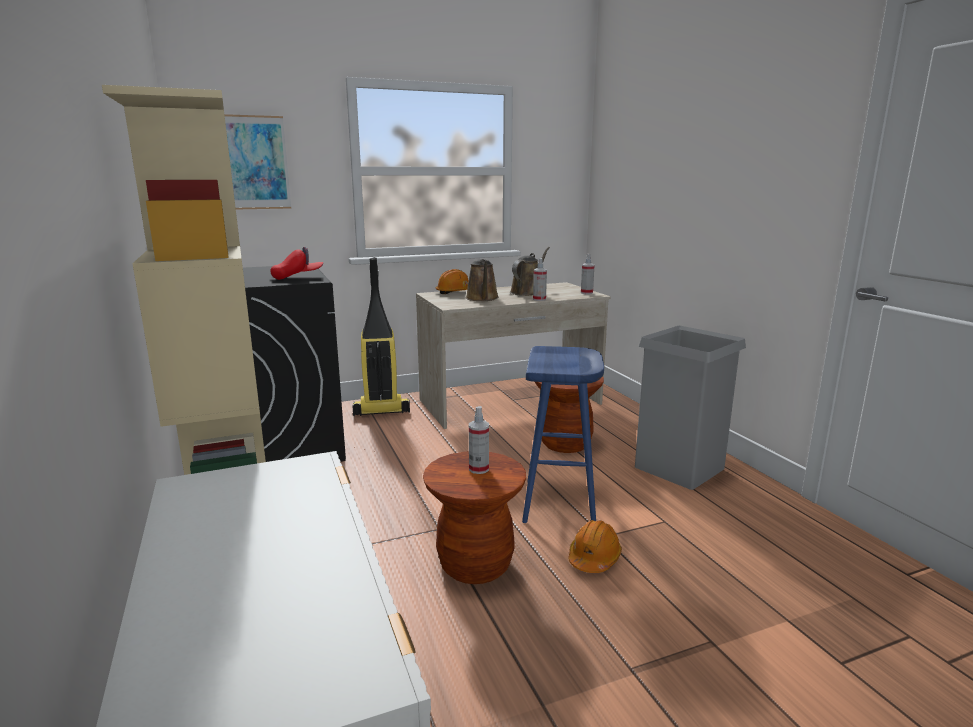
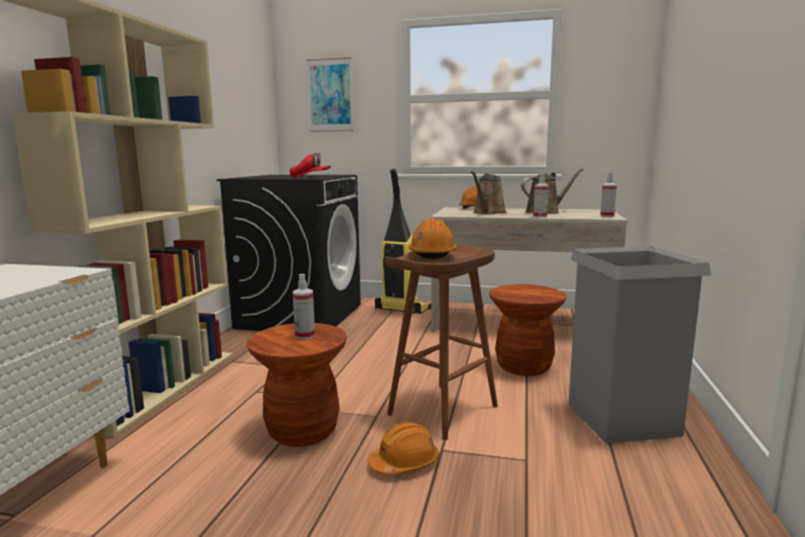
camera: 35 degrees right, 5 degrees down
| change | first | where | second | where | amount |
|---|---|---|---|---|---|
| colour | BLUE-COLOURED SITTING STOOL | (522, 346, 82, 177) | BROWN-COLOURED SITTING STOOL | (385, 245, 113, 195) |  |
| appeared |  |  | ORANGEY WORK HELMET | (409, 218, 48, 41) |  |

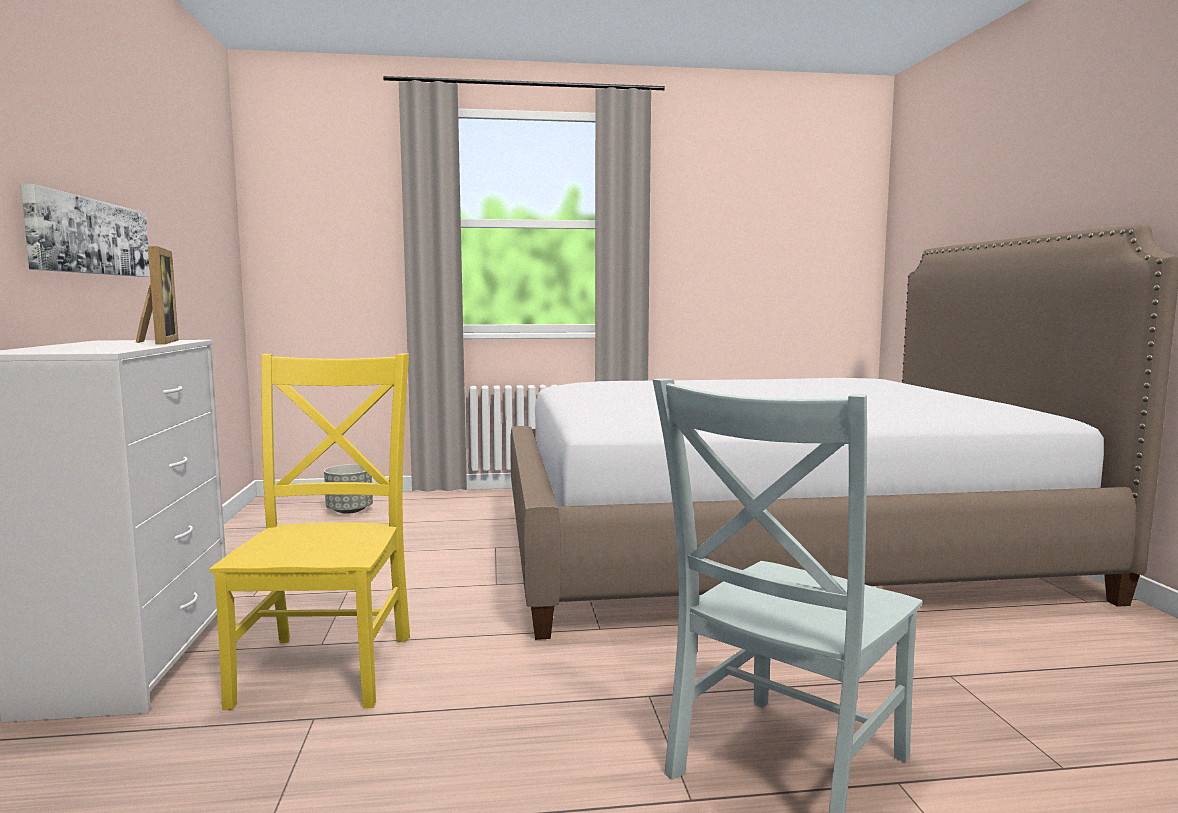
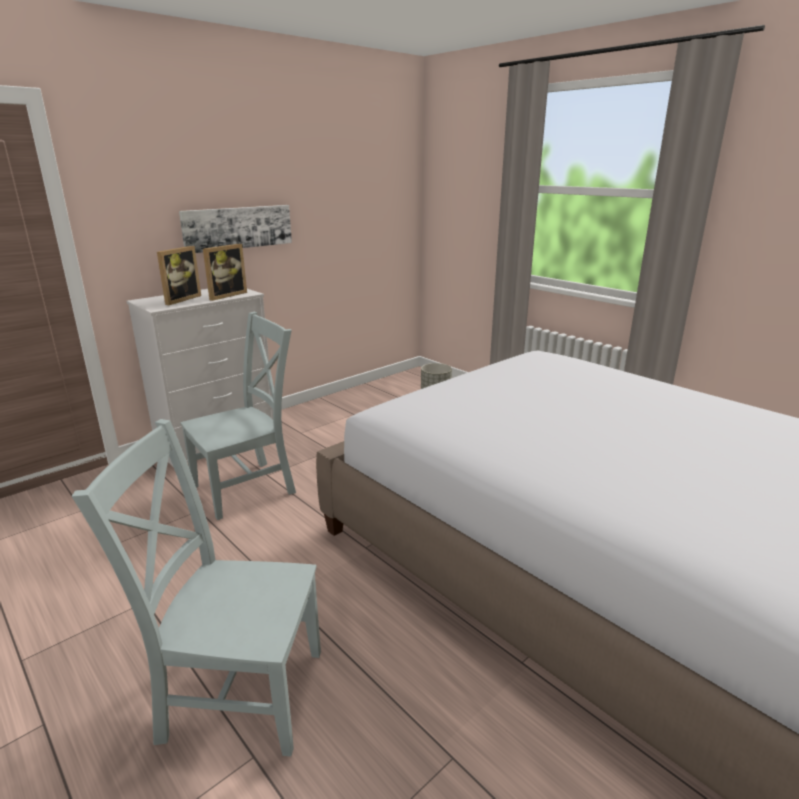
camera: 55 degrees right, 15 degrees up
| change | first | where | second | where | amount |
|---|---|---|---|---|---|
| appeared |  |  | PICTURE FRAME | (157, 246, 44, 59) |  |
| colour | YELLOW PLAIN CHAIR | (209, 353, 201, 357) | GREYISH PLAIN CHAIR | (180, 312, 116, 208) |  |

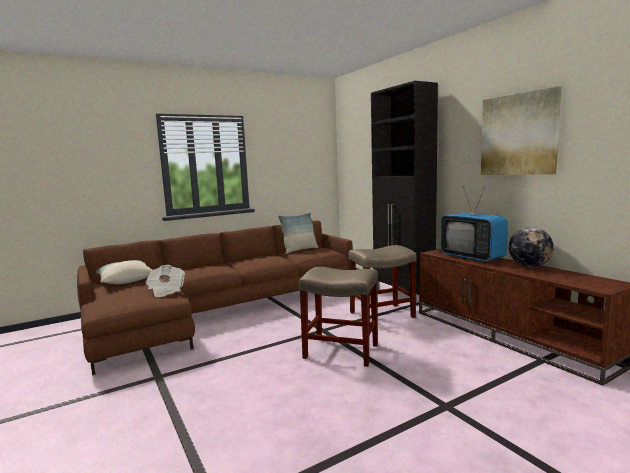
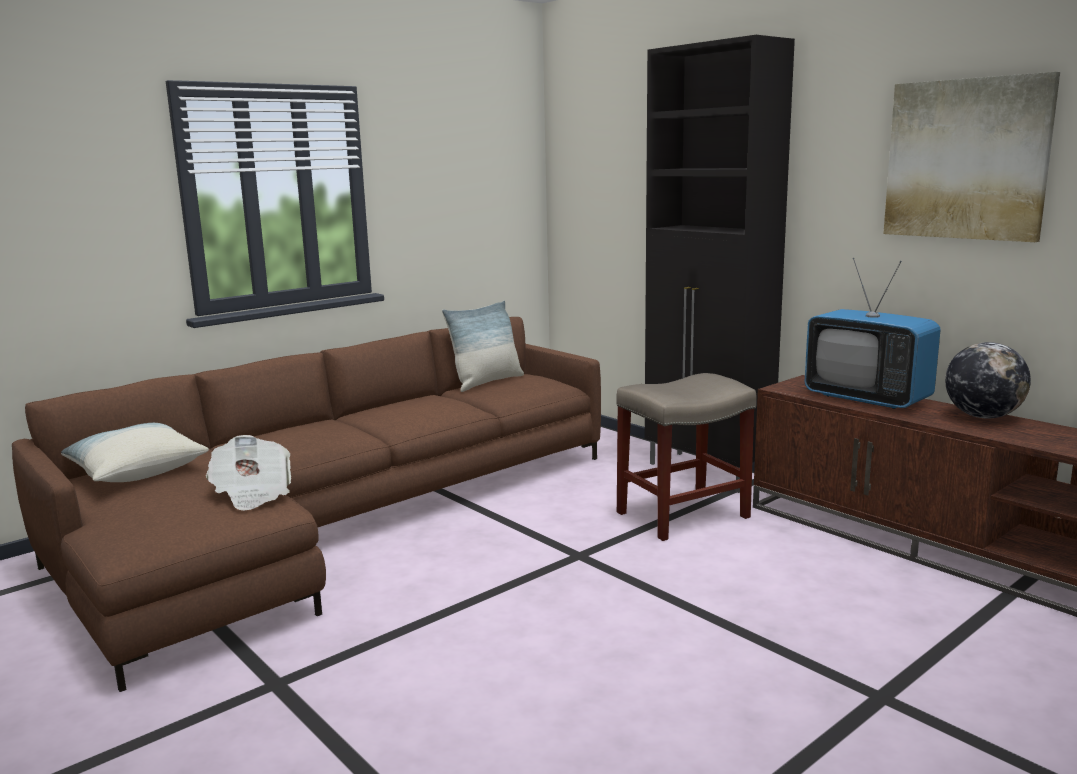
camera: 10 degrees left, 5 degrees up
| change | first | where | second | where | amount |
|---|---|---|---|---|---|
| missing | BEIGE-COLOURED SITTING STOOL | (299, 267, 79, 100) |  |  |  |

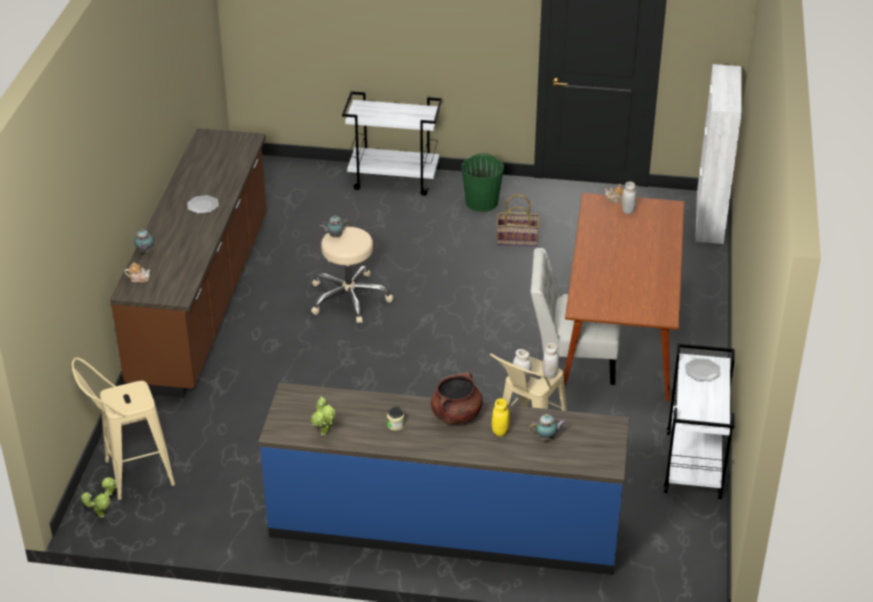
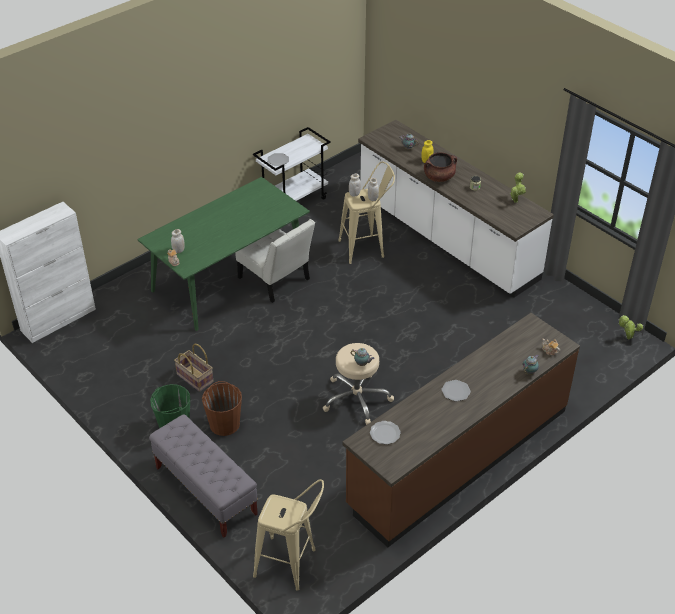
camera: 140 degrees left, 5 degrees up
| change | first | where | second | where | amount |
|---|---|---|---|---|---|
| colour | BROWN-COLOURED DINING TABLE | (564, 193, 121, 208) | GREEN-COLOURED DINING TABLE | (137, 177, 173, 154) |  |
| exchanged | WHITE WHEELED CART | (342, 91, 100, 105) | GREYISH INDOOR BENCH | (149, 414, 109, 123) |  |
| appeared |  |  | BROWN-COLOURED BUCKET | (202, 381, 40, 55) |  |
| relocated | BEIGE-COLOURED SITTING STOOL | (72, 358, 103, 142) |  | (253, 479, 71, 112) |  |
| colour | BLUE-COLOURED COUNTER | (258, 383, 371, 192) | WHITE COUNTER | (358, 120, 196, 177) |  |
| appeared |  |  | PLATE | (370, 421, 31, 23) |  |

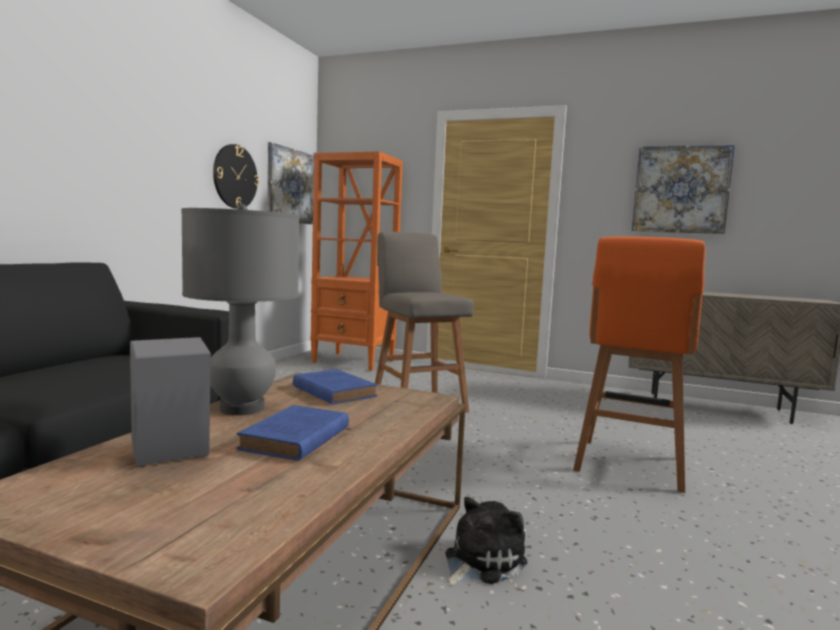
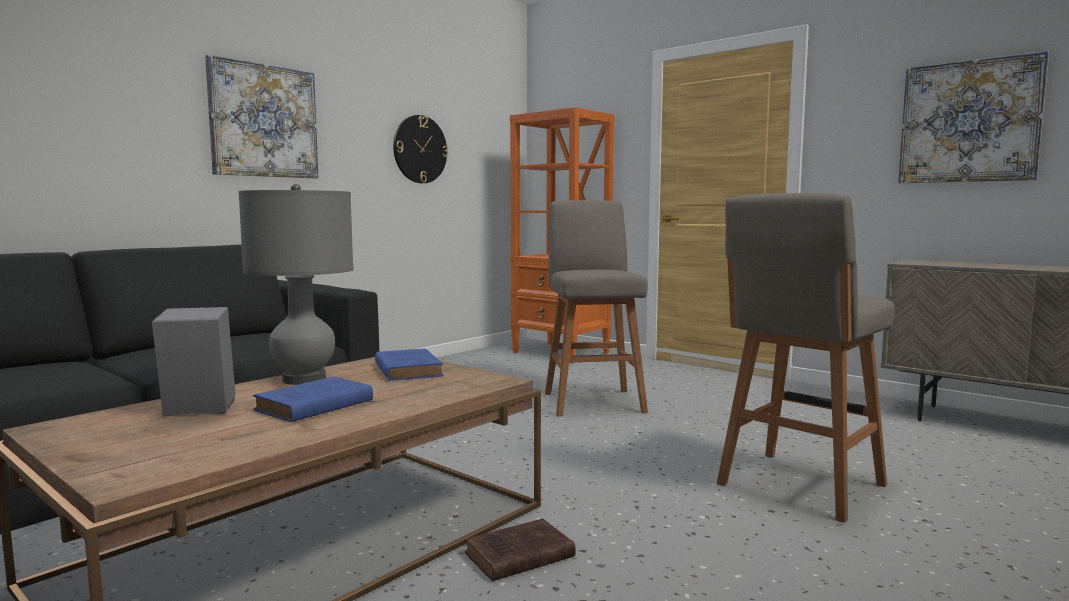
camera: 20 degrees right, 0 degrees up
| change | first | where | second | where | amount |
|---|---|---|---|---|---|
| relocated | WALL PICTURE | (268, 142, 46, 82) |  | (205, 54, 113, 124) |  |
| exchanged | CUDDLY TOY | (445, 497, 82, 90) | BROWN-COLOURED VOLUME | (465, 519, 111, 62) |  |
| colour | ORANGEY SITTING STOOL | (573, 236, 132, 257) | GREYISH SITTING STOOL | (717, 193, 178, 330) |  |

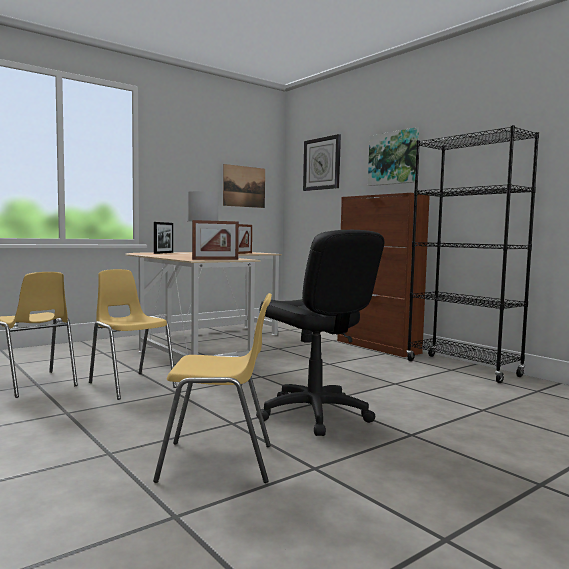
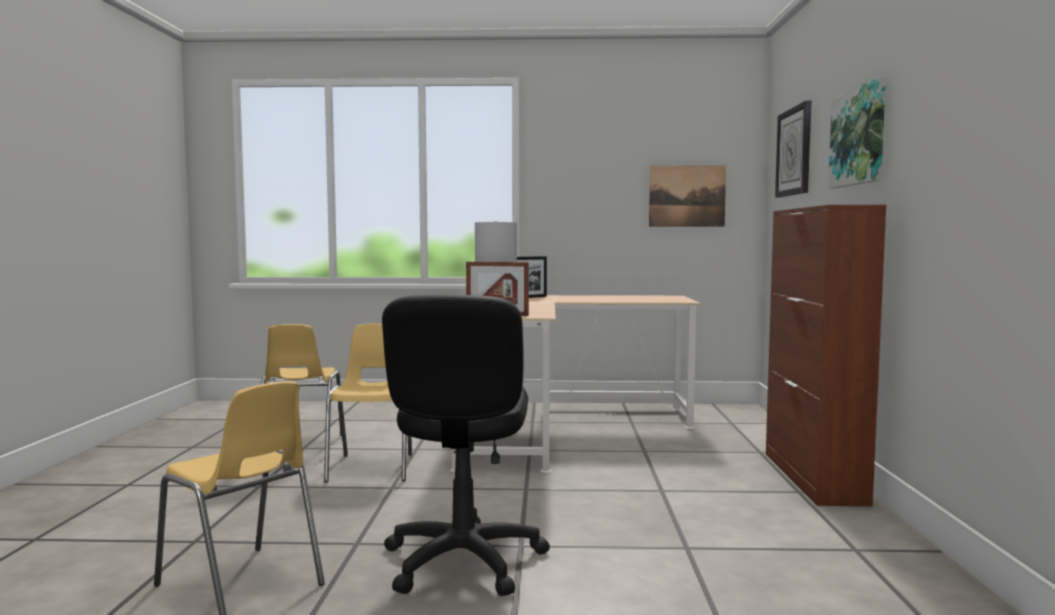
camera: 40 degrees right, 0 degrees up
| change | first | where | second | where | amount |
|---|---|---|---|---|---|
| missing | PICTURE FRAME | (238, 224, 14, 30) |  |  |  |
| missing | BLACK BOOKCASE | (406, 125, 133, 258) |  |  |  |

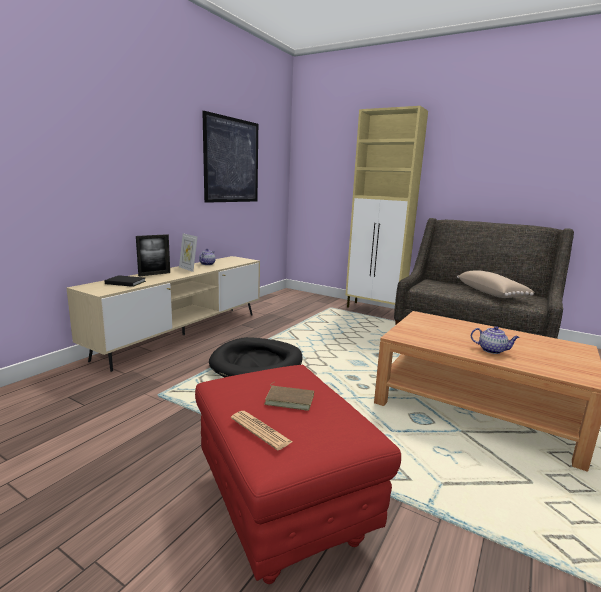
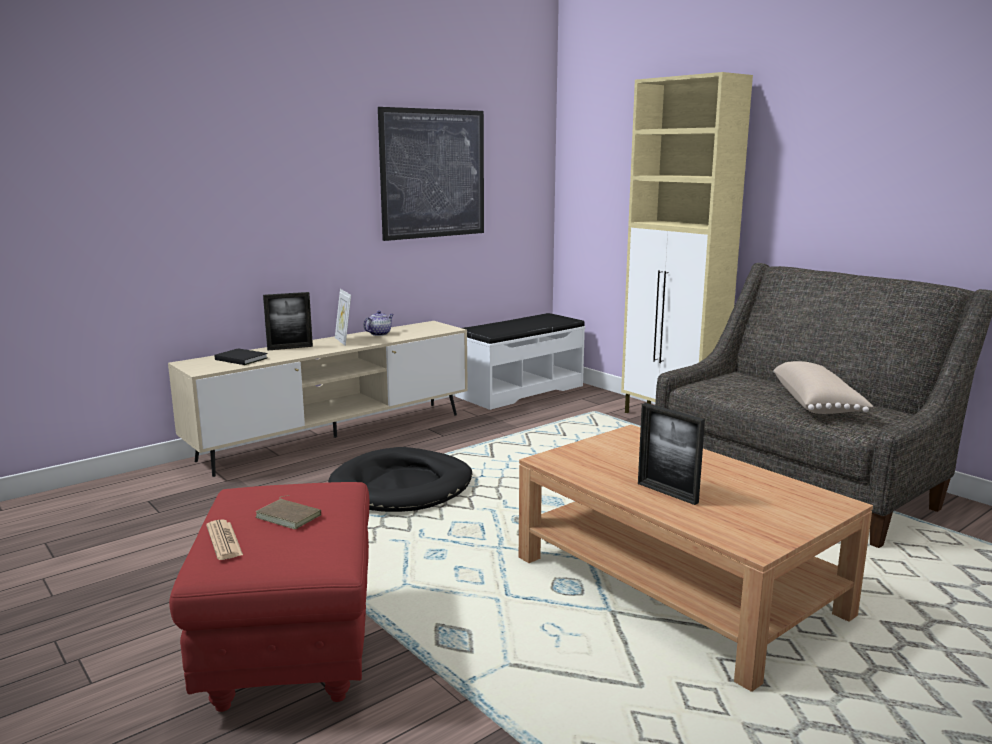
camera: 20 degrees right, 0 degrees up
| change | first | where | second | where | amount |
|---|---|---|---|---|---|
| appeared |  |  | WHITE INDOOR BENCH | (455, 313, 130, 97) |  |
| exchanged | POT FOR TEA | (471, 326, 49, 28) | PICTURE FRAME | (638, 403, 67, 102) |  |

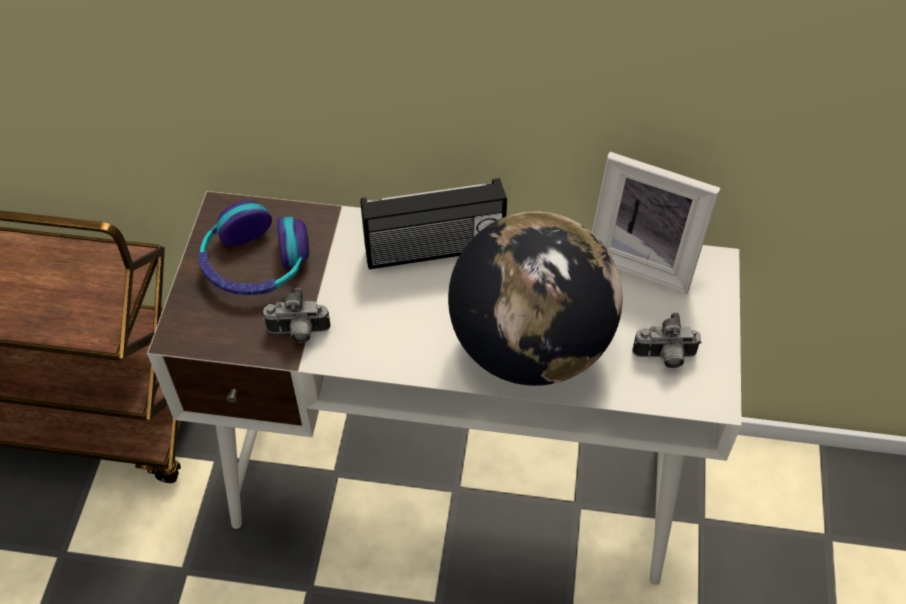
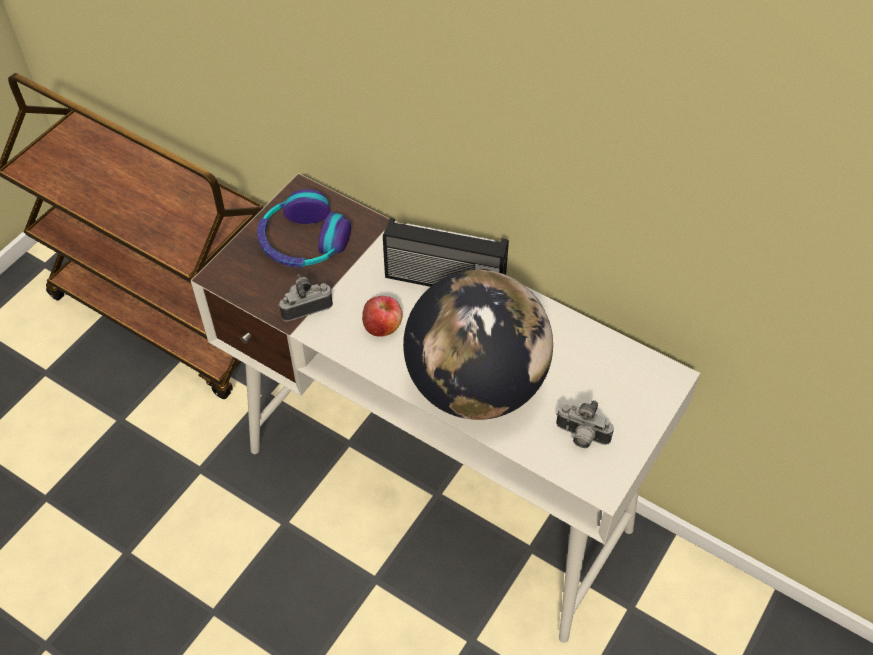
camera: 25 degrees right, 0 degrees up
| change | first | where | second | where | amount |
|---|---|---|---|---|---|
| spun | PHOTO CAMERA | (263, 288, 68, 55) |  | (278, 274, 55, 47) | 135 degrees clockwise |
| appeared |  |  | WHOLE APPLE | (362, 296, 41, 41) |  |
| missing | PICTURE FRAME | (592, 152, 128, 142) |  |  |  |

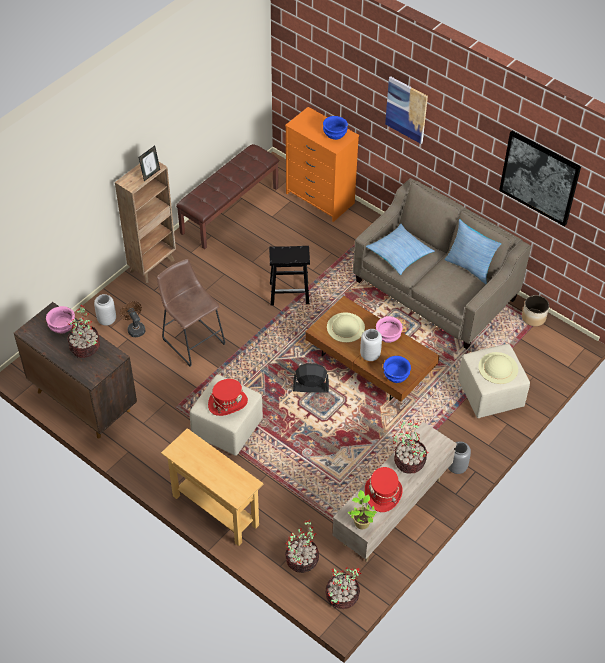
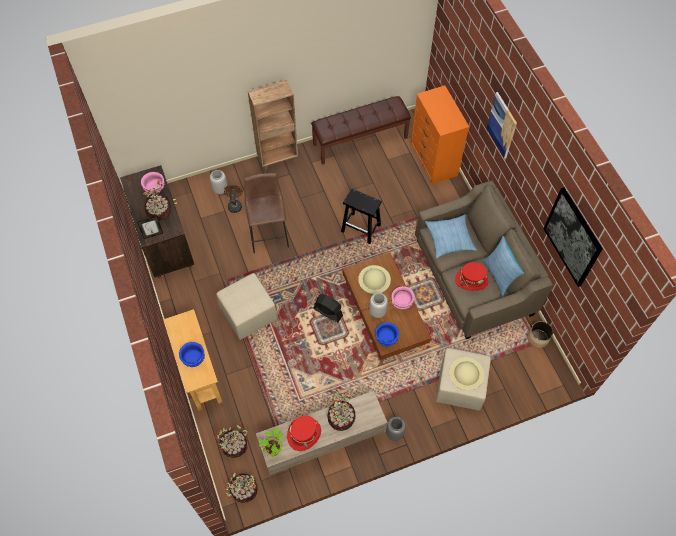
camera: 30 degrees right, 10 degrees up
| change | first | where | second | where | amount |
|---|---|---|---|---|---|
| relocated | PICTURE FRAME | (139, 146, 21, 35) |  | (137, 216, 26, 23) |  |
| relocated | BLUE-COLOURED SERVING BOWL | (323, 116, 25, 24) |  | (179, 342, 26, 25) |  |
| relocated | RED CLOTHING HAT | (208, 379, 40, 37) |  | (455, 262, 33, 29) |  |

